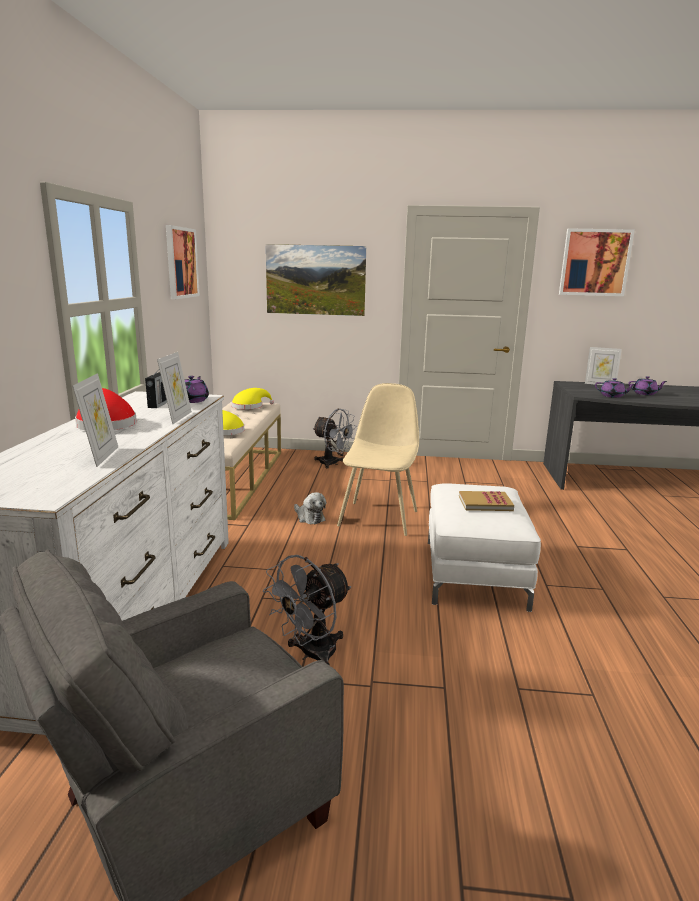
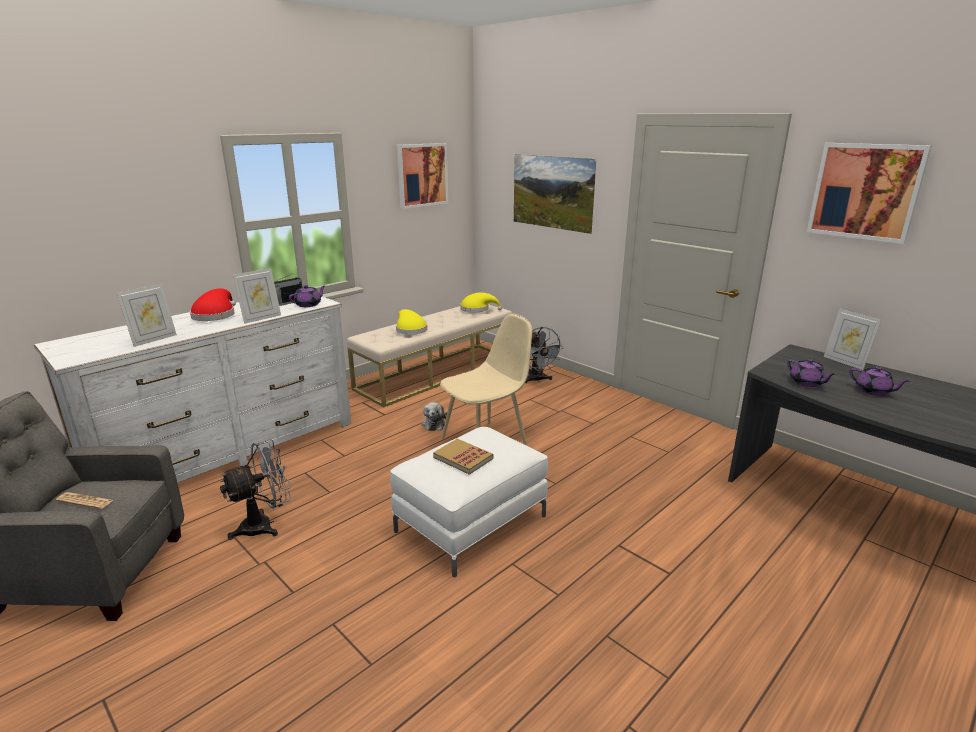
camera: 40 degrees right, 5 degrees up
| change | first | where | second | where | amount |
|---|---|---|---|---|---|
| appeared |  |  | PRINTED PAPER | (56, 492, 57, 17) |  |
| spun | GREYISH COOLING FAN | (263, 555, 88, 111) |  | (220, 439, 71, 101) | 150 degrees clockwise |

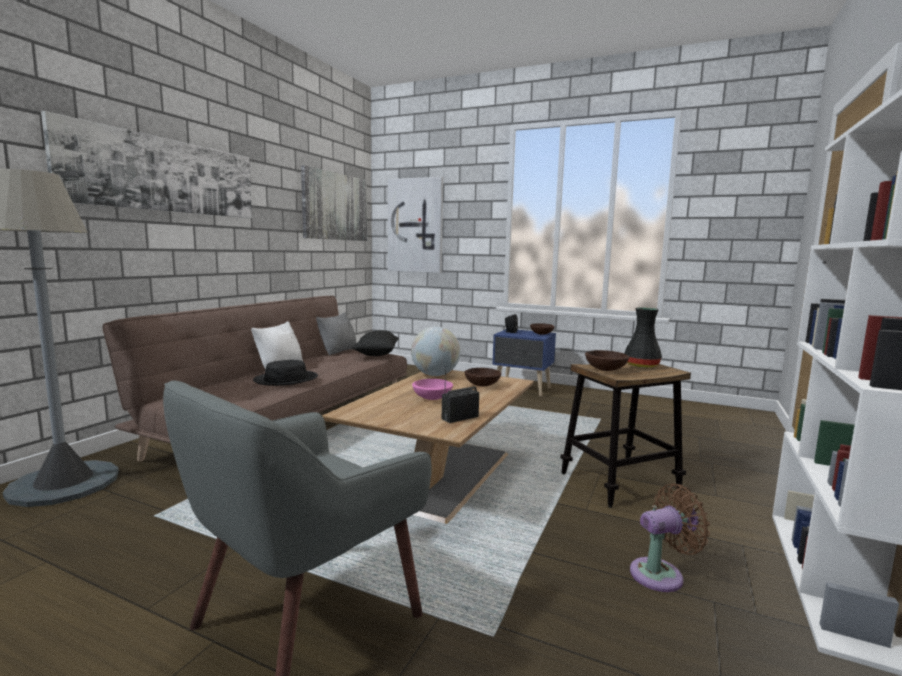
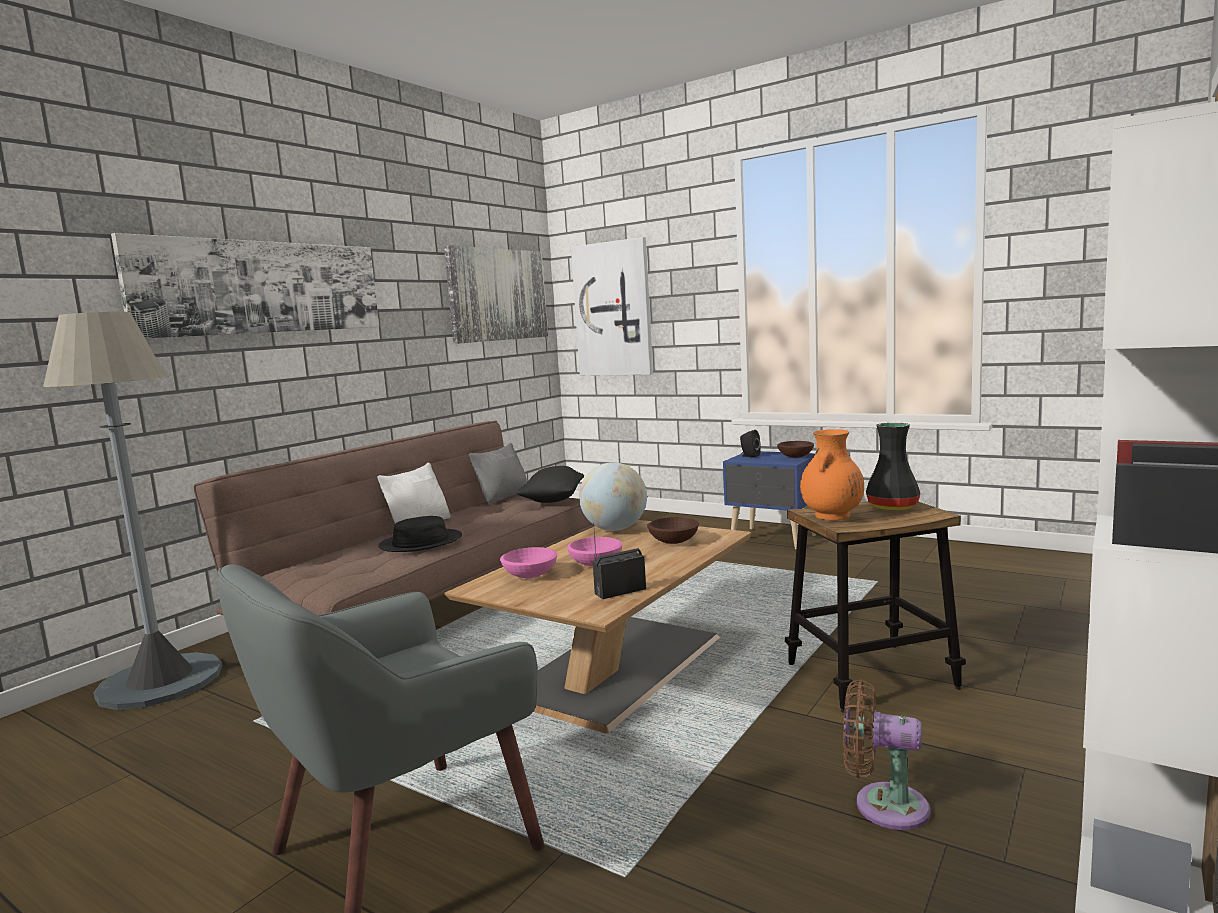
camera: 10 degrees right, 0 degrees up
| change | first | where | second | where | amount |
|---|---|---|---|---|---|
| appeared |  |  | PINKISH SERVING BOWL | (500, 547, 57, 31) |  |
| exchanged | BROWN-COLOURED SERVING BOWL | (585, 350, 44, 21) | ORANGEY DECORATIVE VASE | (800, 429, 64, 91) |  |
| spun | BROWN-COLOURED COOLING FAN | (630, 484, 80, 108) |  | (843, 679, 87, 151) | 150 degrees counterclockwise |

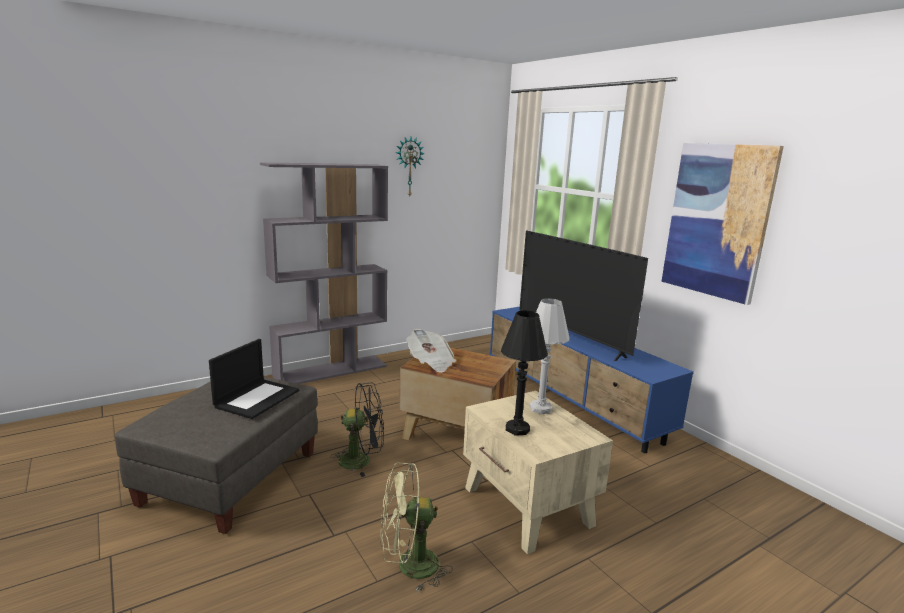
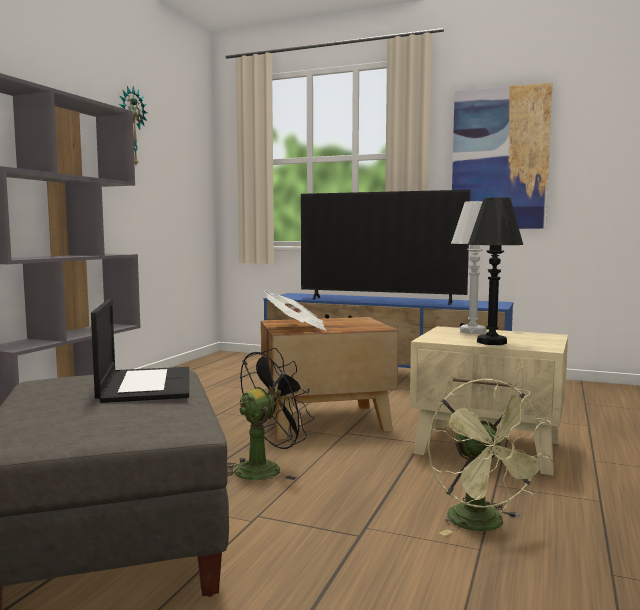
camera: 35 degrees left, 10 degrees down
| change | first | where | second | where | amount |
|---|---|---|---|---|---|
| spun | GREEN-COLOURED COOLING FAN | (381, 463, 72, 129) |  | (428, 378, 125, 158) | 60 degrees counterclockwise |

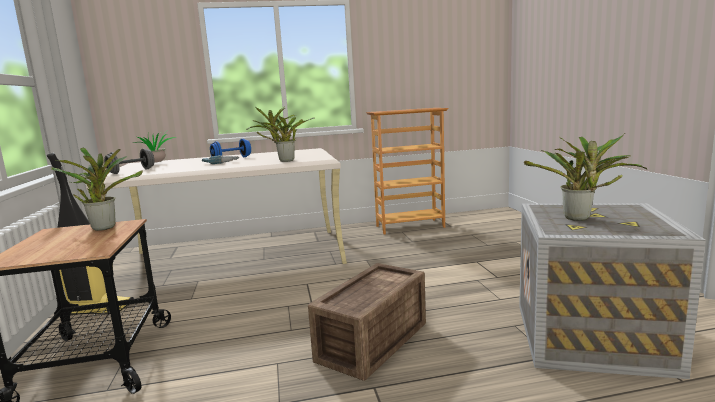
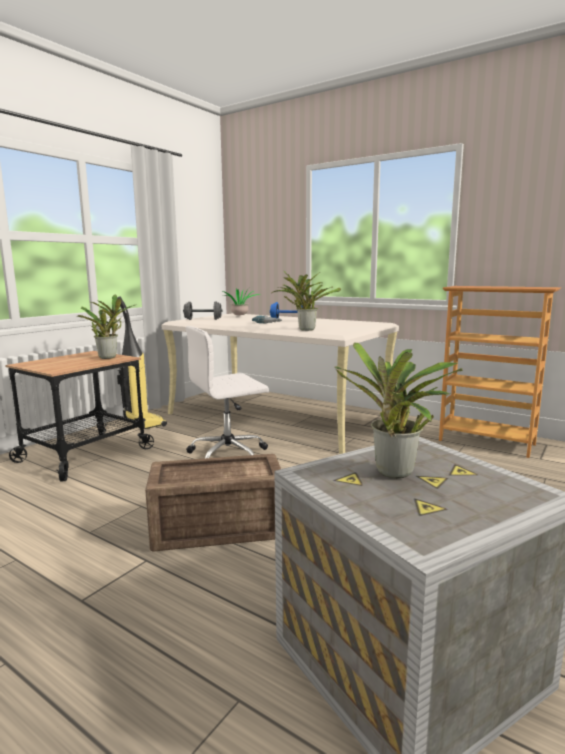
camera: 45 degrees right, 0 degrees up
| change | first | where | second | where | amount |
|---|---|---|---|---|---|
| appeared |  |  | WHITE OFFICE CHAIR | (186, 326, 83, 132) |  |

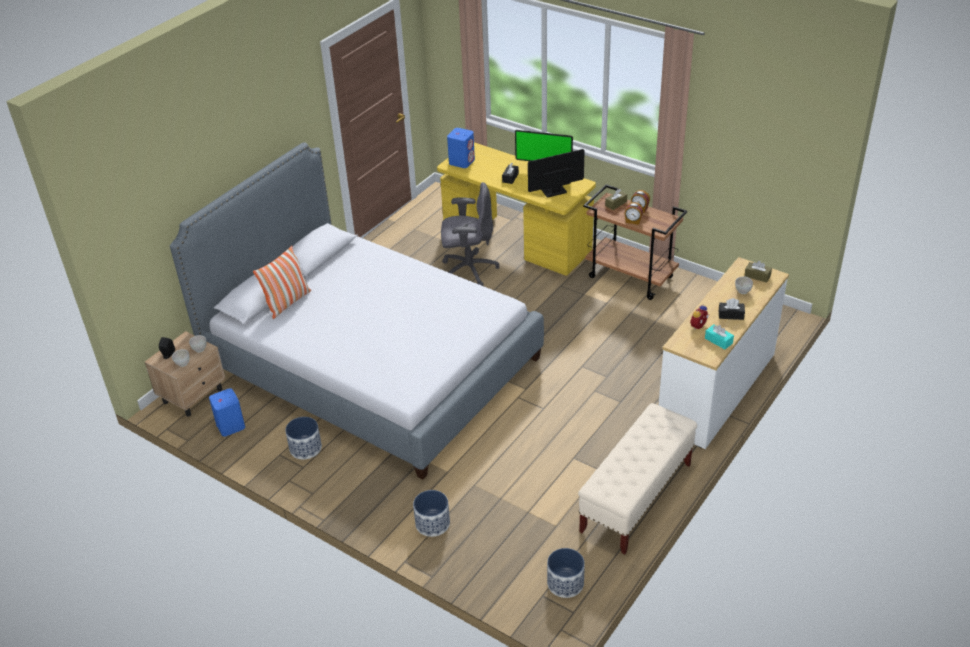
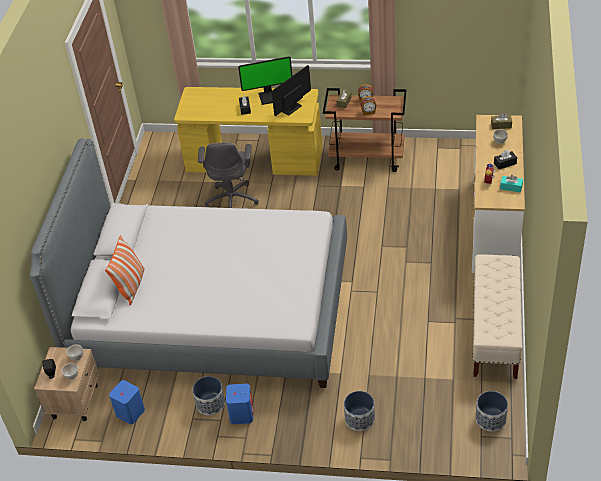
camera: 25 degrees left, 5 degrees up
| change | first | where | second | where | amount |
|---|---|---|---|---|---|
| spun | GREYISH OFFICE CHAIR | (441, 182, 58, 104) |  | (198, 142, 61, 66) | 120 degrees clockwise |
| relocated | BLUE-COLOURED LOUDSPEAKER | (447, 128, 28, 40) |  | (226, 384, 27, 40) |  |

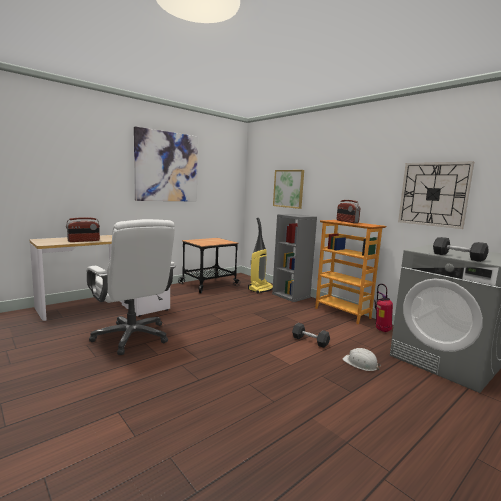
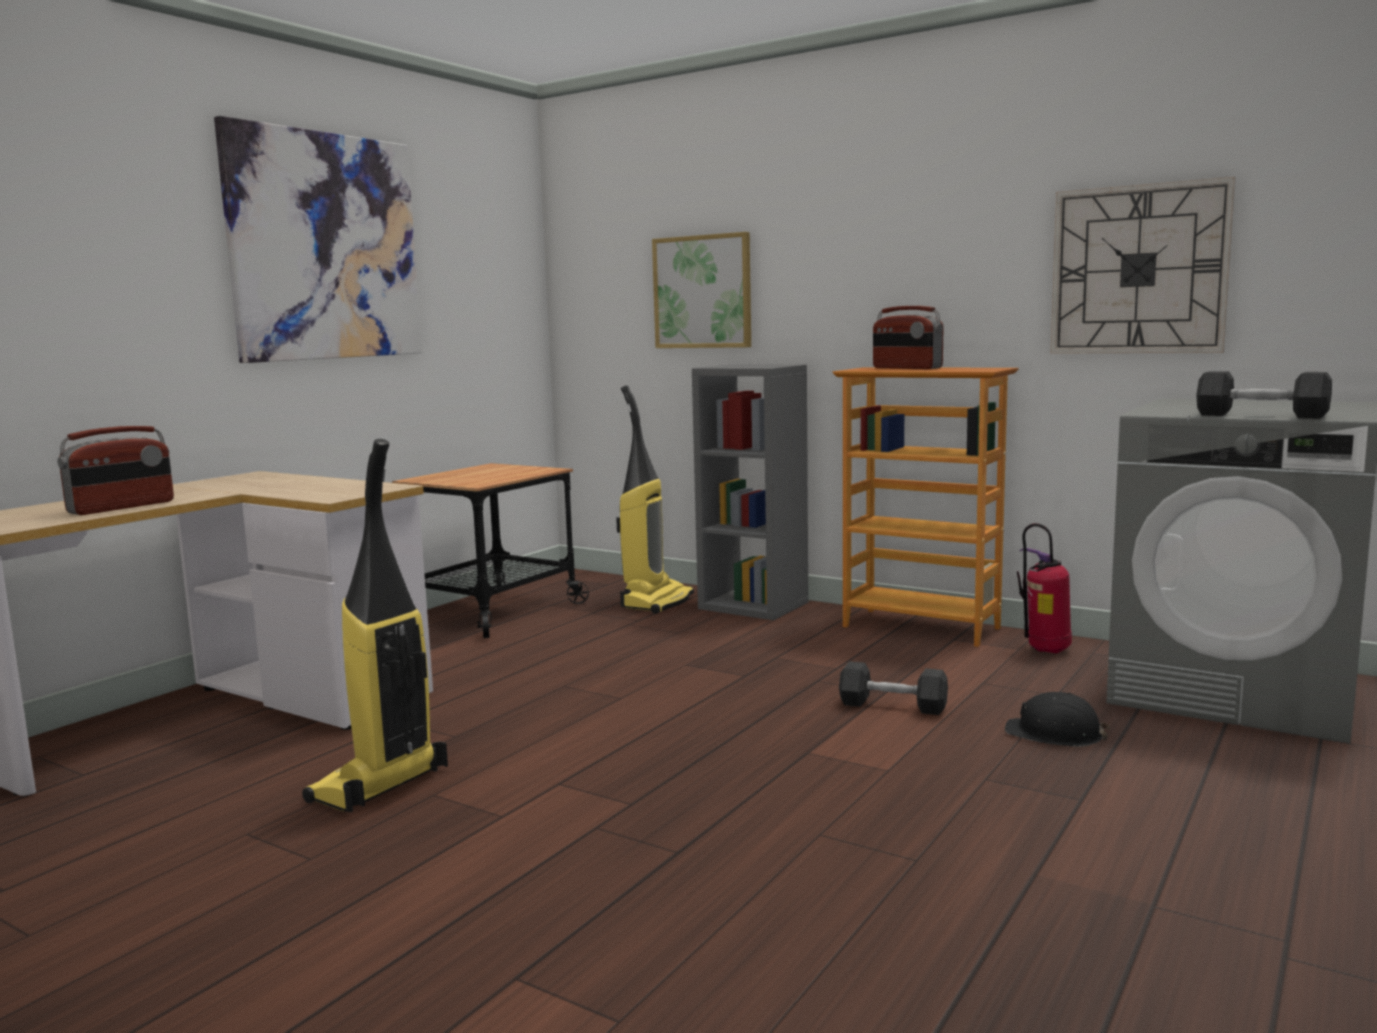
camera: 15 degrees left, 0 degrees up
| change | first | where | second | where | amount |
|---|---|---|---|---|---|
| exchanged | WHITE OFFICE CHAIR | (86, 219, 90, 136) | HOOVER | (302, 439, 146, 373) |  |
| colour | WHITE WORK HELMET | (343, 348, 38, 23) | BLACK WORK HELMET | (1005, 692, 105, 55) |  |

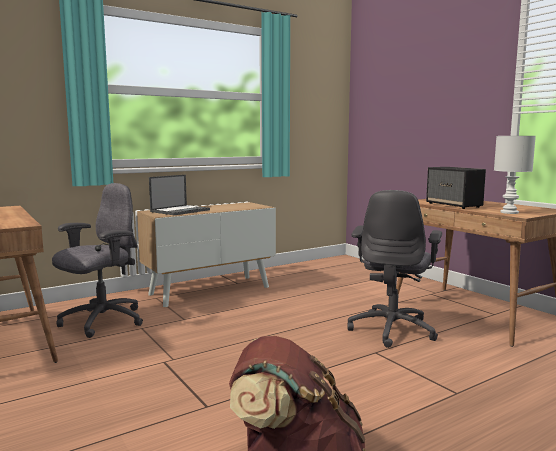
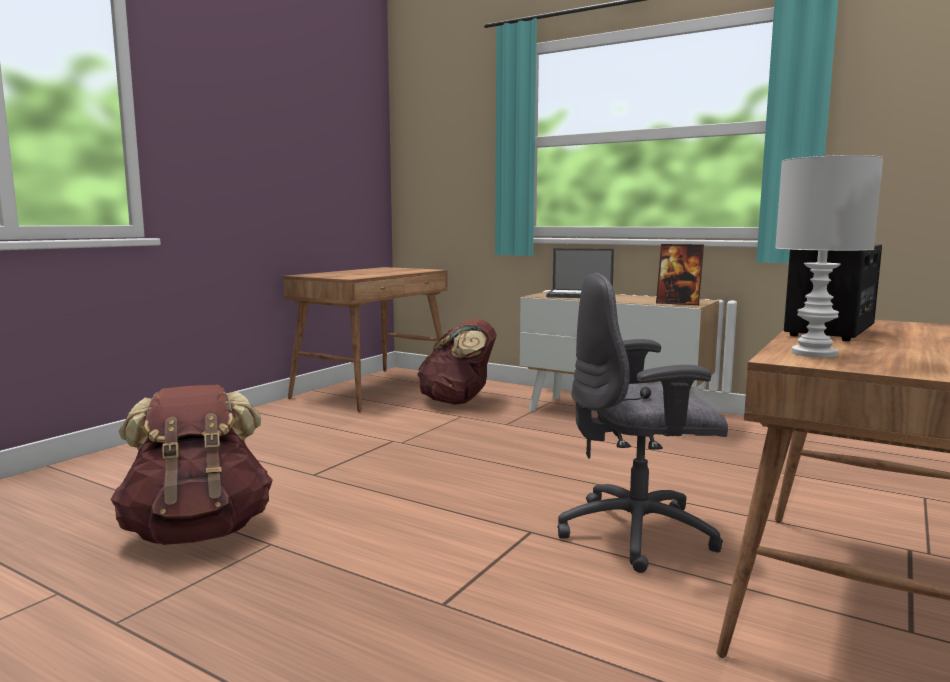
camera: 65 degrees right, 0 degrees up
| change | first | where | second | where | amount |
|---|---|---|---|---|---|
| exchanged | GREYISH OFFICE CHAIR | (52, 183, 91, 155) | BROWN-COLOURED KNAPSACK | (417, 319, 80, 86) |  |
| appeared |  |  | PICTURE FRAME | (656, 244, 48, 61) |  |

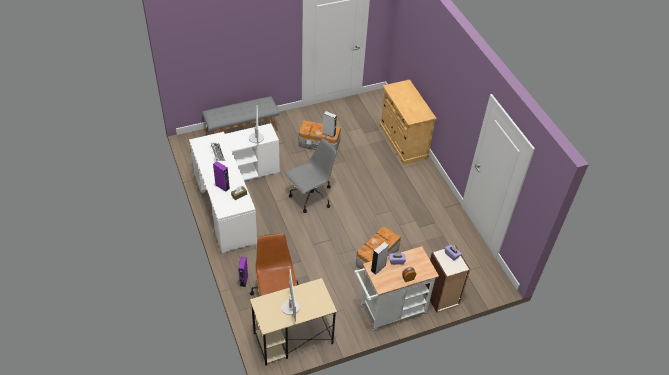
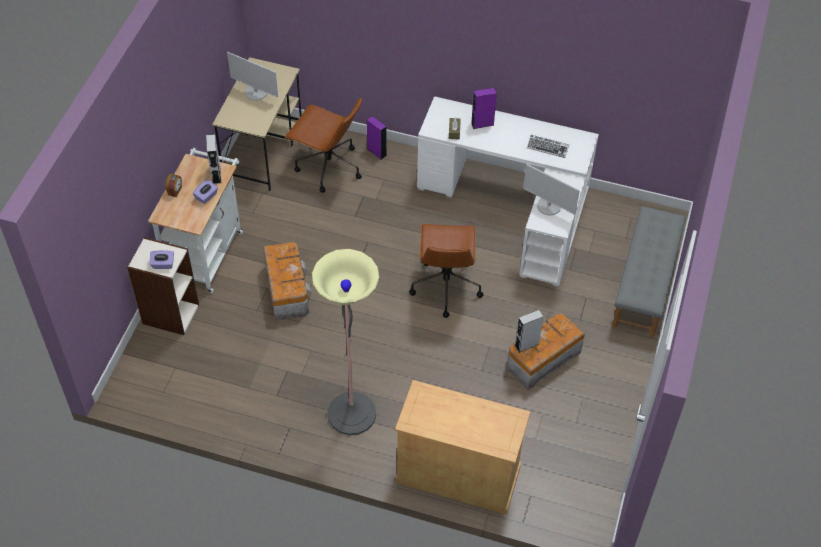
camera: 130 degrees right, 5 degrees up
| change | first | where | second | where | amount |
|---|---|---|---|---|---|
| appeared |  |  | STANDARD LAMP | (312, 249, 67, 186) |  |
| colour | GREYISH OFFICE CHAIR | (285, 138, 52, 75) | BROWN-COLOURED OFFICE CHAIR | (409, 224, 75, 94) |  |

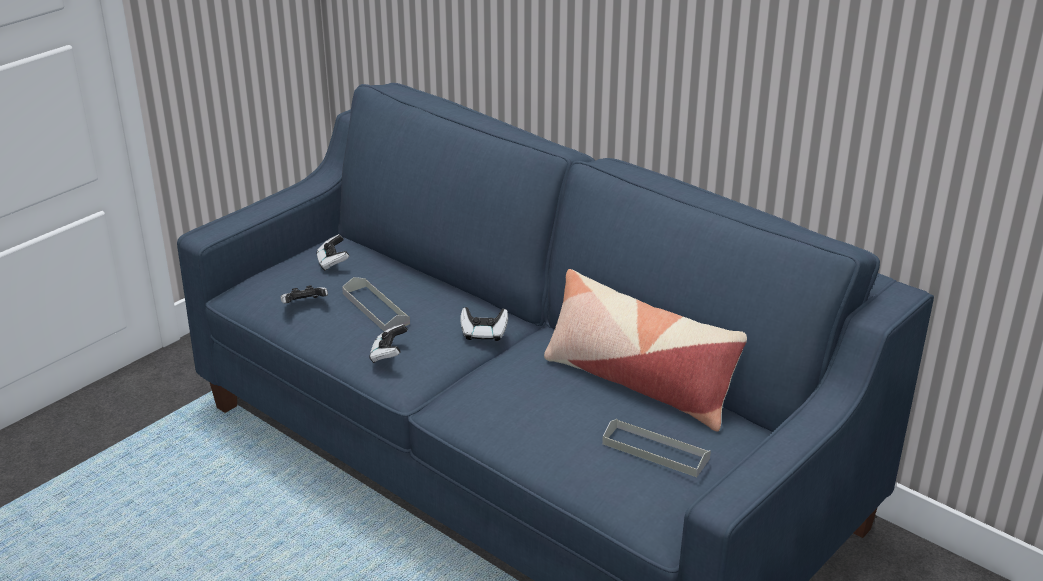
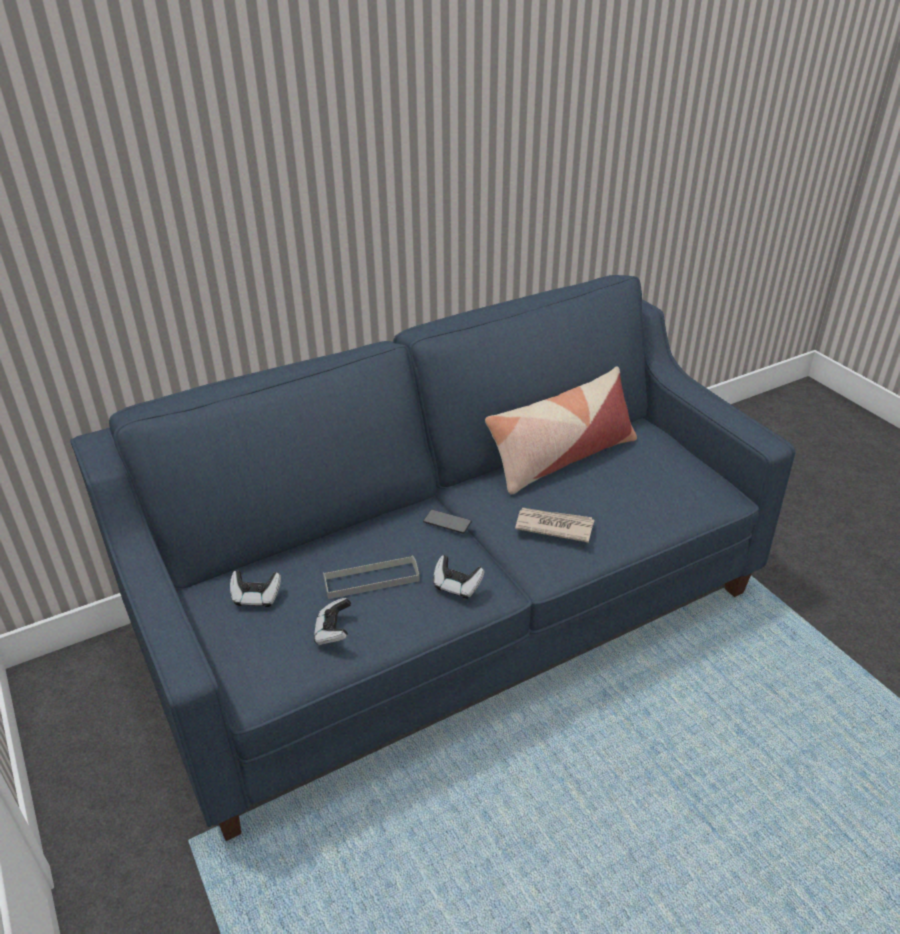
camera: 70 degrees left, 5 degrees up
| change | first | where | second | where | amount |
|---|---|---|---|---|---|
| exchanged | JOYPAD | (460, 307, 48, 34) | HANDSET | (423, 510, 48, 24) |  |
| appeared |  |  | PRINTED PAPER | (515, 508, 79, 35) |  |
| missing | GREYISH CARRYING TRAY | (602, 419, 109, 58) |  |  |  |

